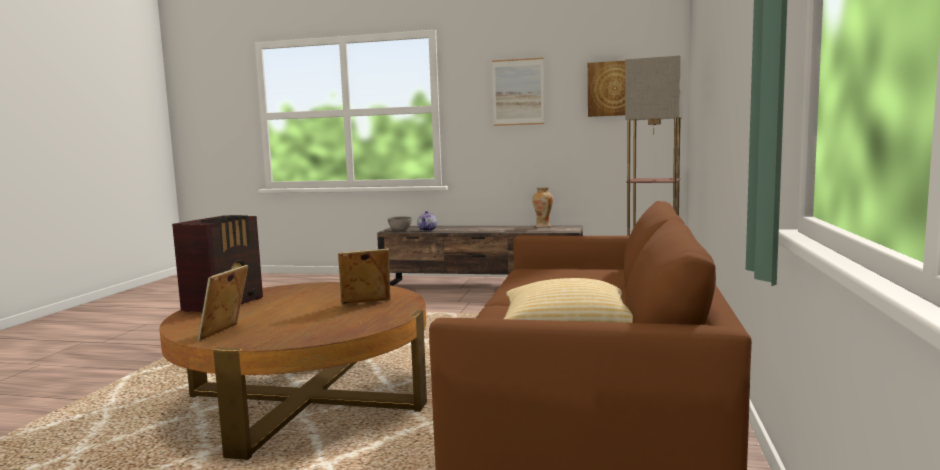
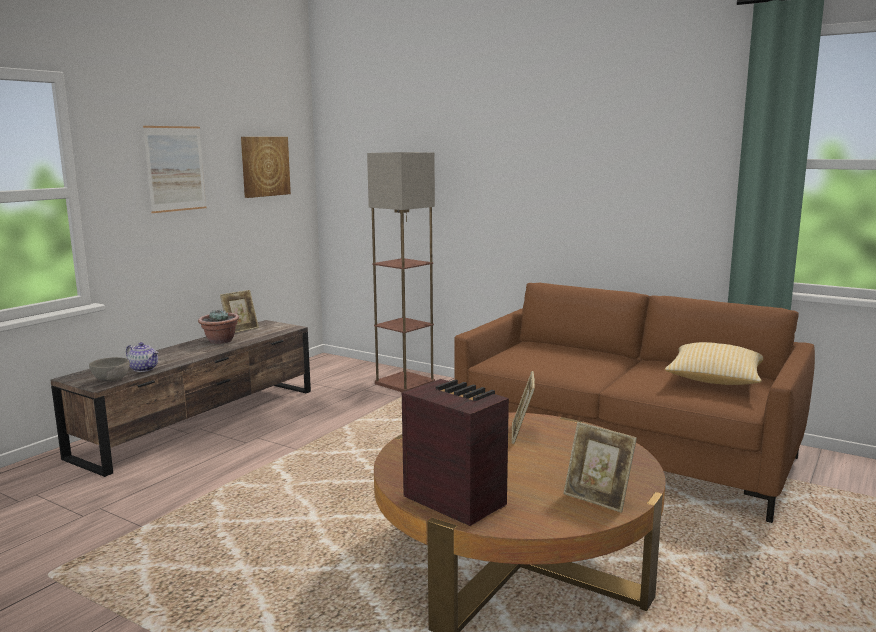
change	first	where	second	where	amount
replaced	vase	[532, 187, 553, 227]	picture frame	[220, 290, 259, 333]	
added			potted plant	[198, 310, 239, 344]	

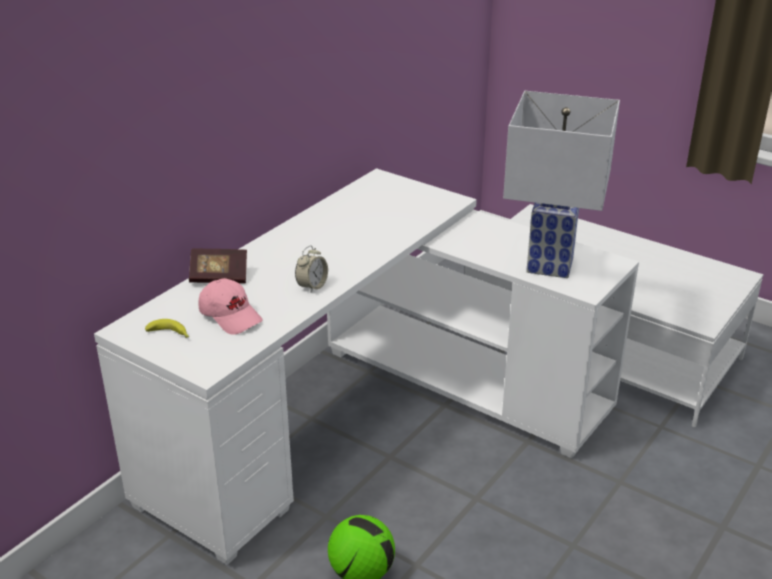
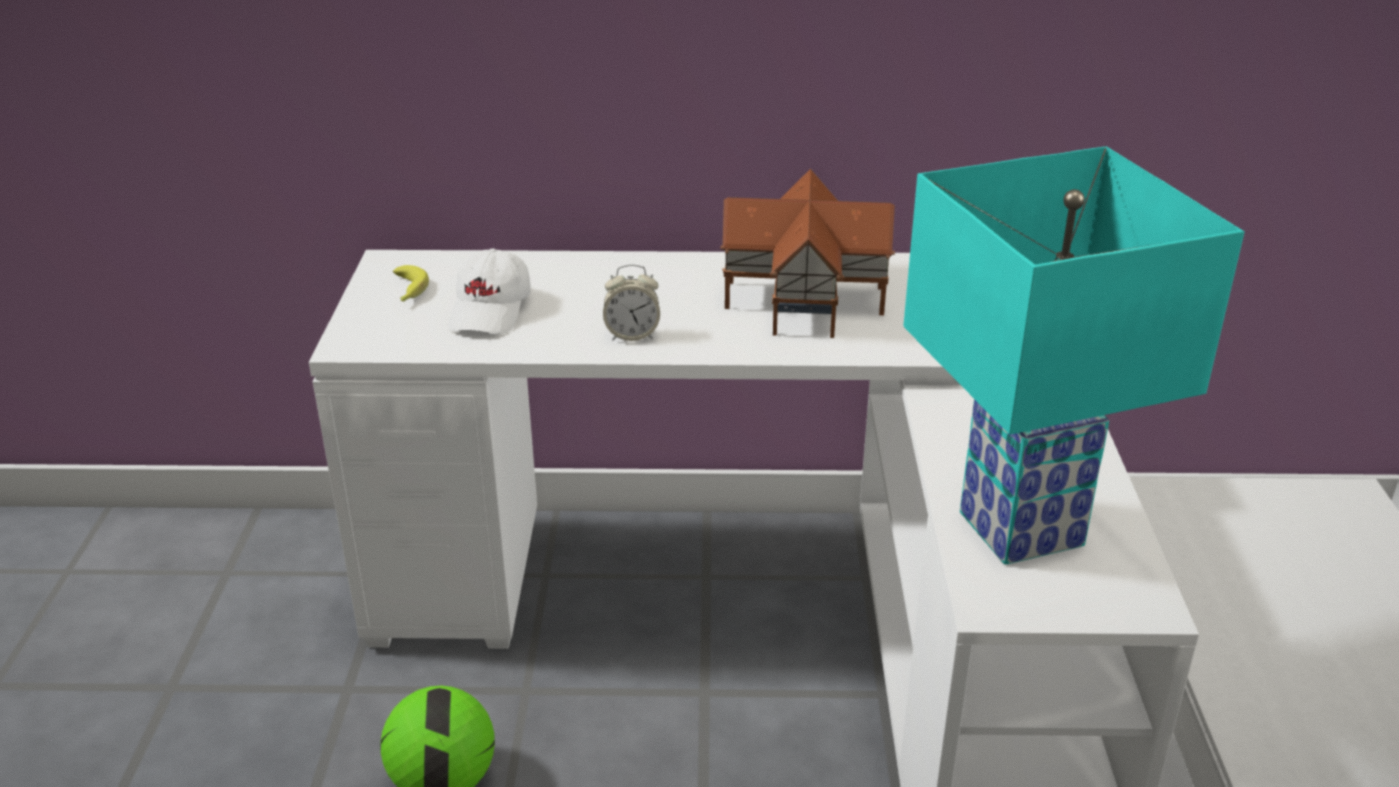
change	first	where	second	where	amount
removed	book	[189, 249, 247, 283]			
recoloured	cap (pink)	[199, 278, 263, 335]	cap (white)	[449, 248, 531, 334]	
recoloured	table lamp (white)	[503, 91, 620, 278]	table lamp (turquoise)	[903, 146, 1244, 564]	
added			toy house	[720, 169, 895, 338]	

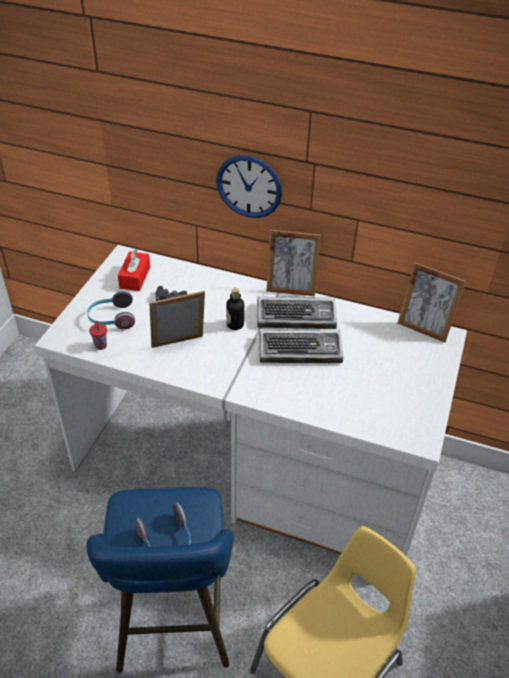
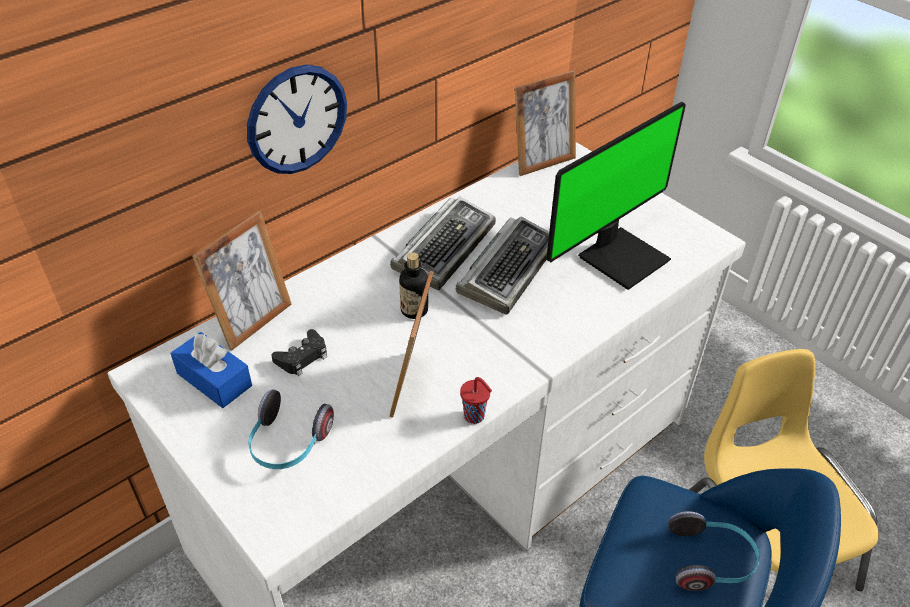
change	first	where	second	where	amount
moved	cup (red)	[89, 321, 107, 350]		[460, 377, 492, 424]	
recoloured	tissue box (red)	[118, 249, 150, 291]	tissue box (blue)	[170, 332, 252, 408]	
moved	picture frame	[266, 230, 321, 296]		[192, 211, 291, 351]	
added			monitor	[546, 102, 686, 290]	

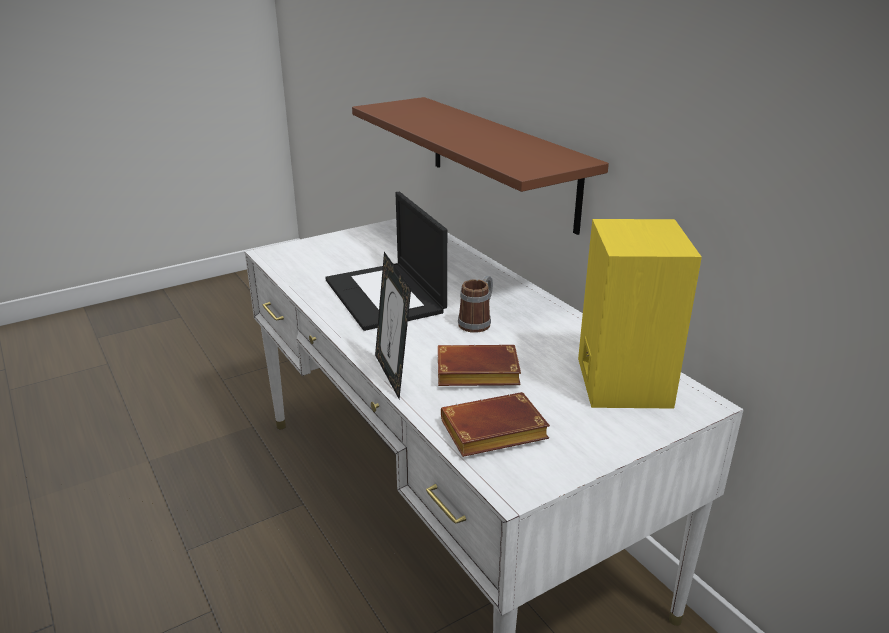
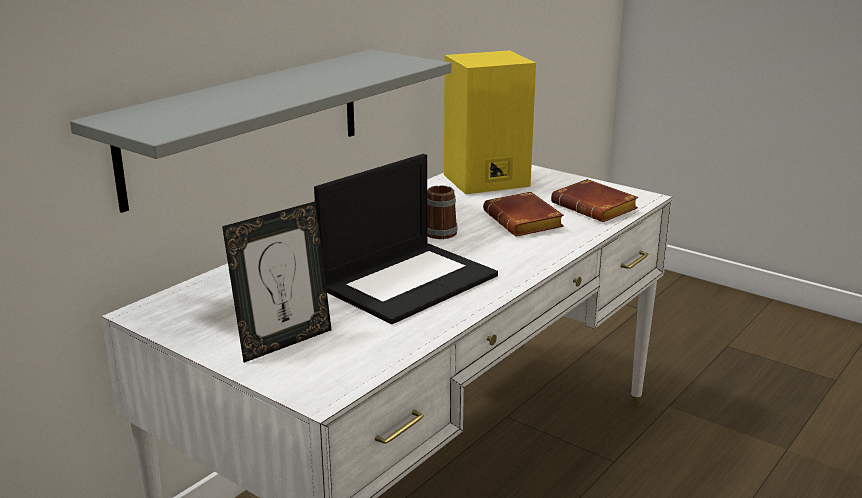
change	first	where	second	where	amount
recoloured	shelf (brown)	[352, 97, 609, 235]	shelf (grey)	[70, 49, 451, 213]	
moved	picture frame	[375, 252, 411, 399]		[222, 201, 332, 363]	

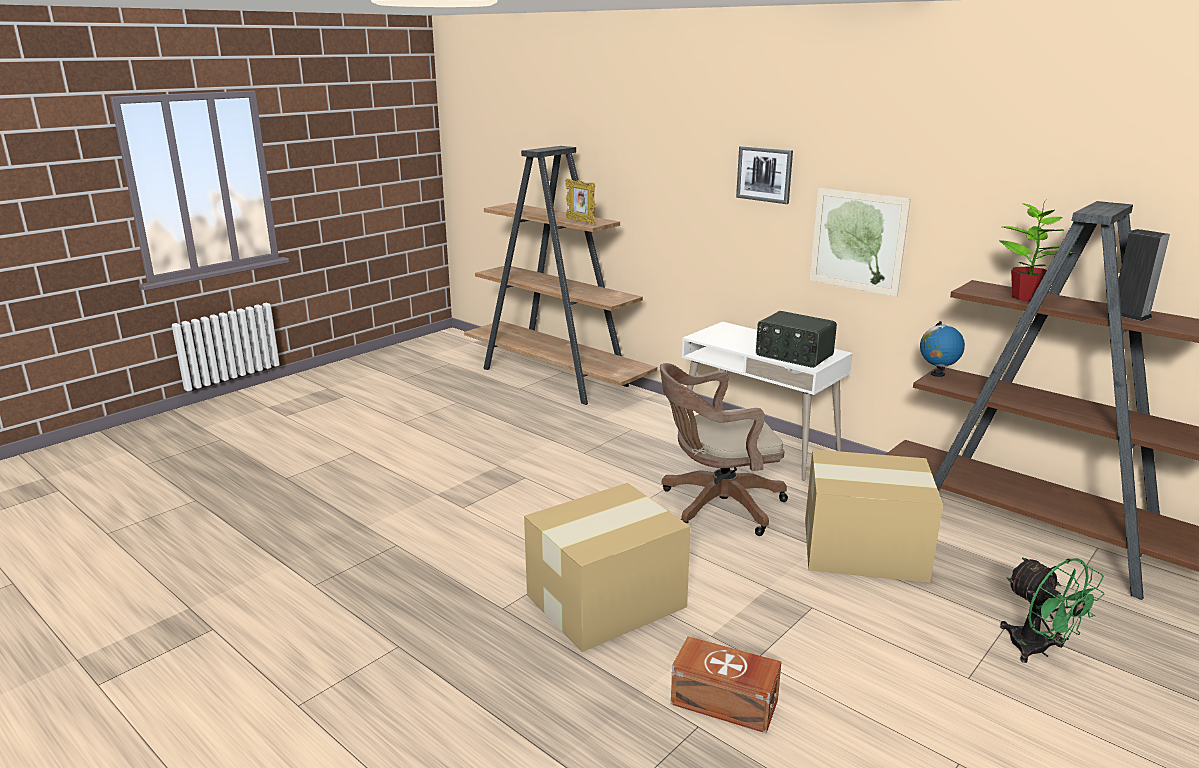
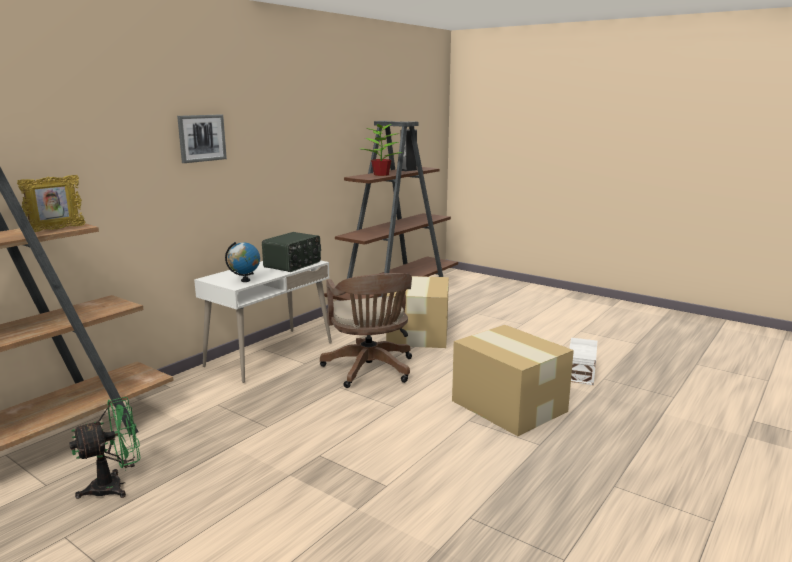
change	first	where	second	where	amount
recoloured	storage box (brown)	[671, 636, 781, 733]	storage box (white)	[569, 338, 597, 385]	
removed	picture	[810, 188, 911, 297]			
moved	globe	[920, 321, 965, 377]		[225, 242, 260, 282]	
moved	fan (green)	[1000, 558, 1104, 663]		[69, 397, 140, 499]	

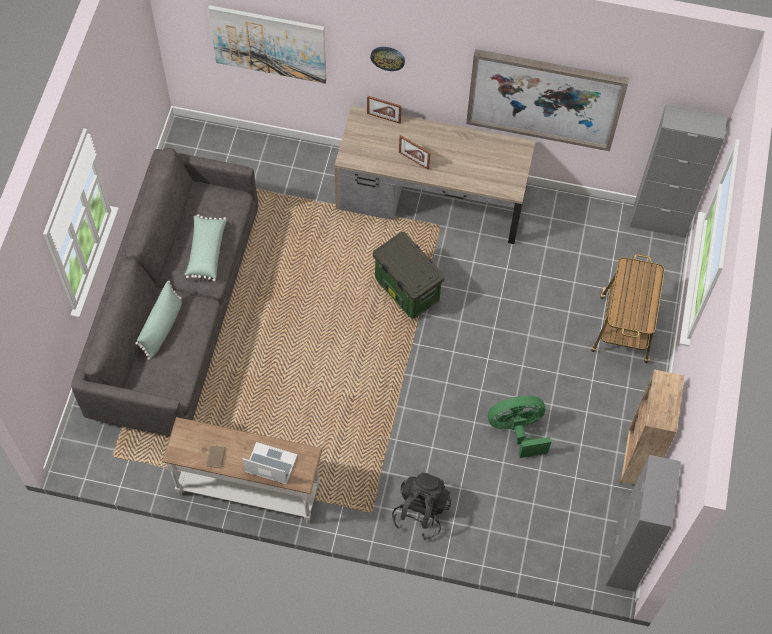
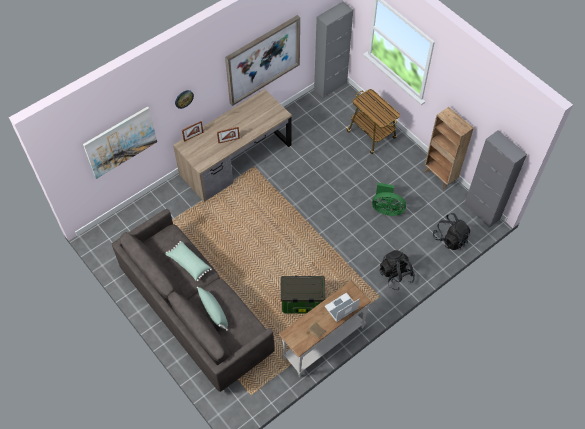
change	first	where	second	where	amount
moved	storage box	[373, 232, 445, 319]		[281, 276, 326, 313]	
turned	fan (green)	[488, 396, 551, 458]		[372, 183, 406, 216]	105 degrees counterclockwise
added			backpack (black)	[433, 213, 470, 250]	

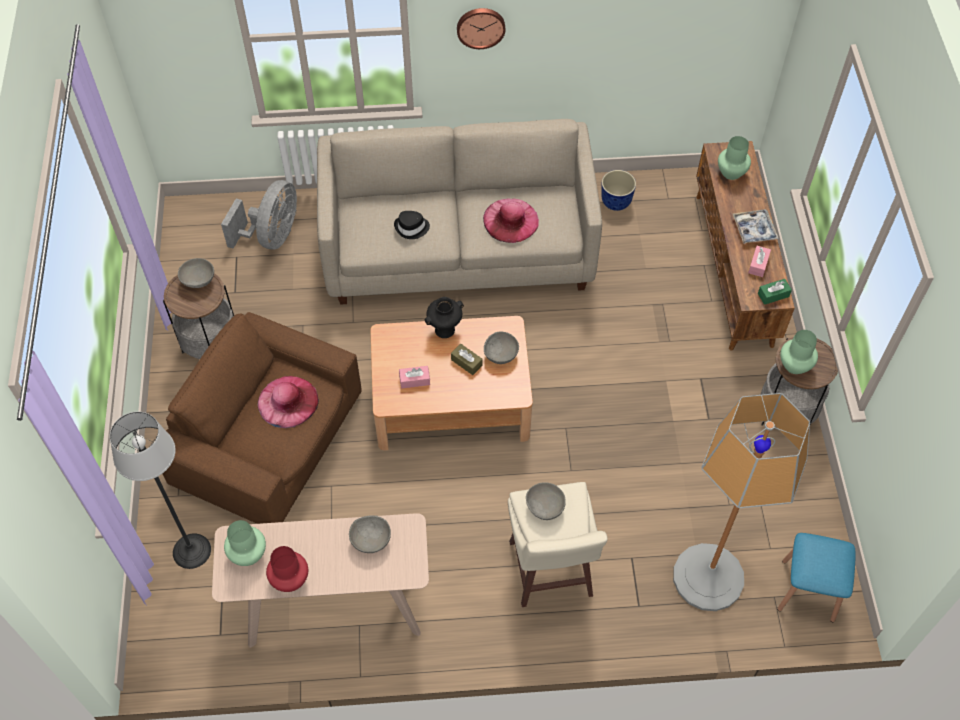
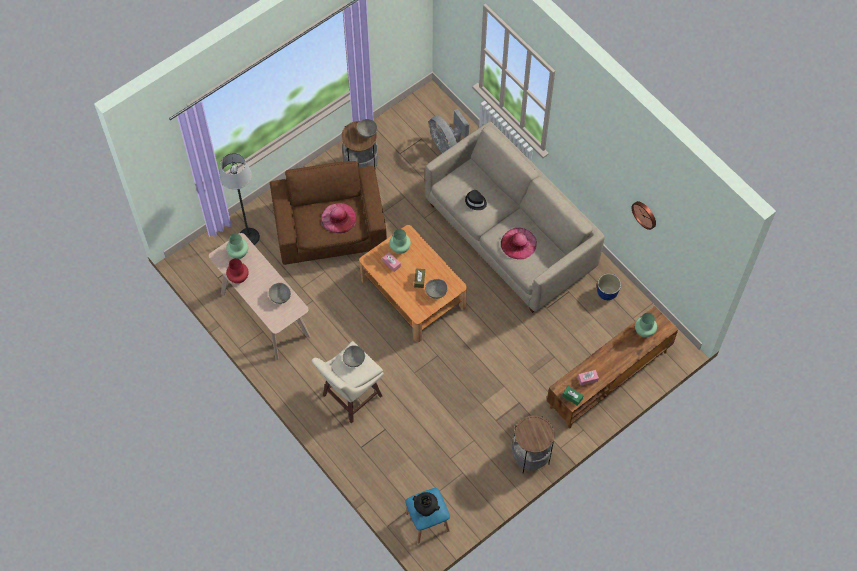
change	first	where	second	where	amount
turned	fan (grey)	[221, 180, 297, 249]		[429, 109, 469, 153]	75 degrees clockwise
moved	vase (black)	[425, 297, 464, 338]		[413, 492, 440, 516]	
moved	wall clock	[457, 8, 505, 49]		[631, 201, 656, 230]	
removed	floor lamp	[673, 393, 810, 611]			
removed	tray	[733, 209, 779, 244]			
moved	vase (green)	[780, 330, 818, 374]		[389, 229, 411, 254]	

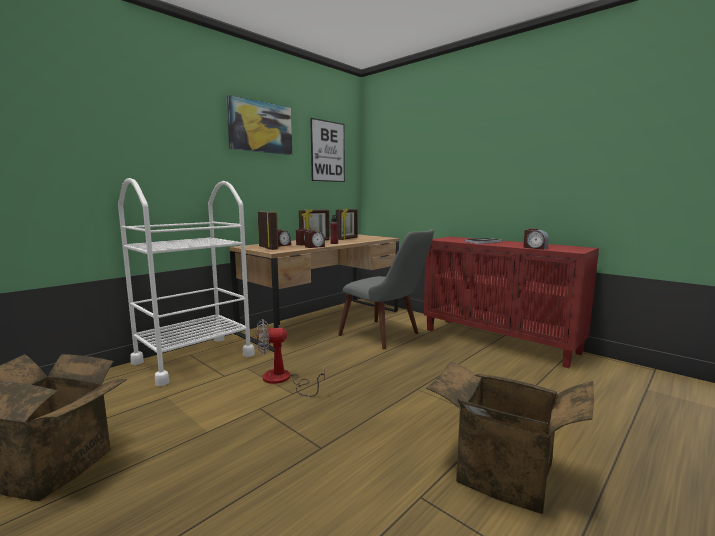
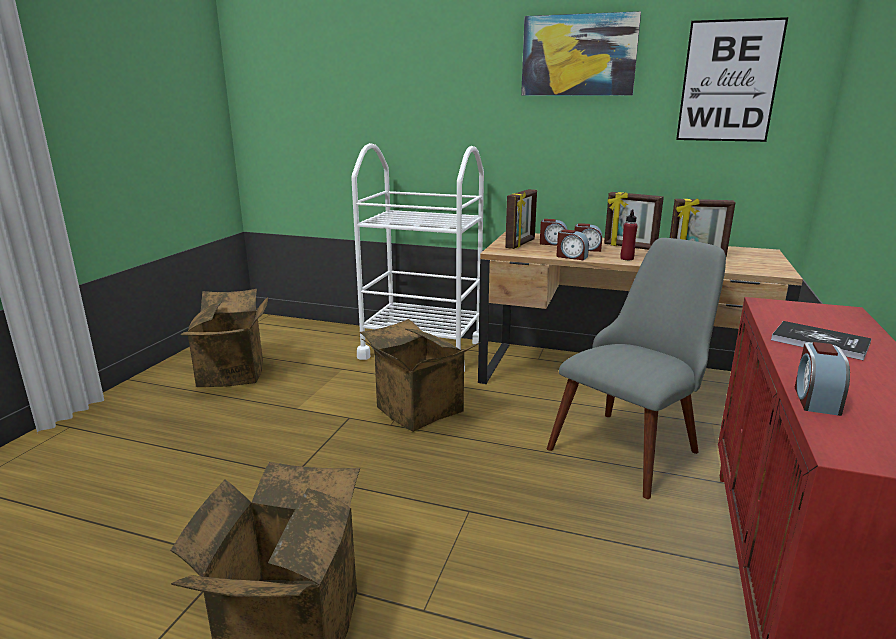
change	first	where	second	where	amount
replaced	fan	[257, 319, 325, 397]	cardboard box	[360, 319, 481, 432]	
turned	chair (grey)	[338, 229, 434, 349]		[547, 238, 726, 499]	150 degrees counterclockwise

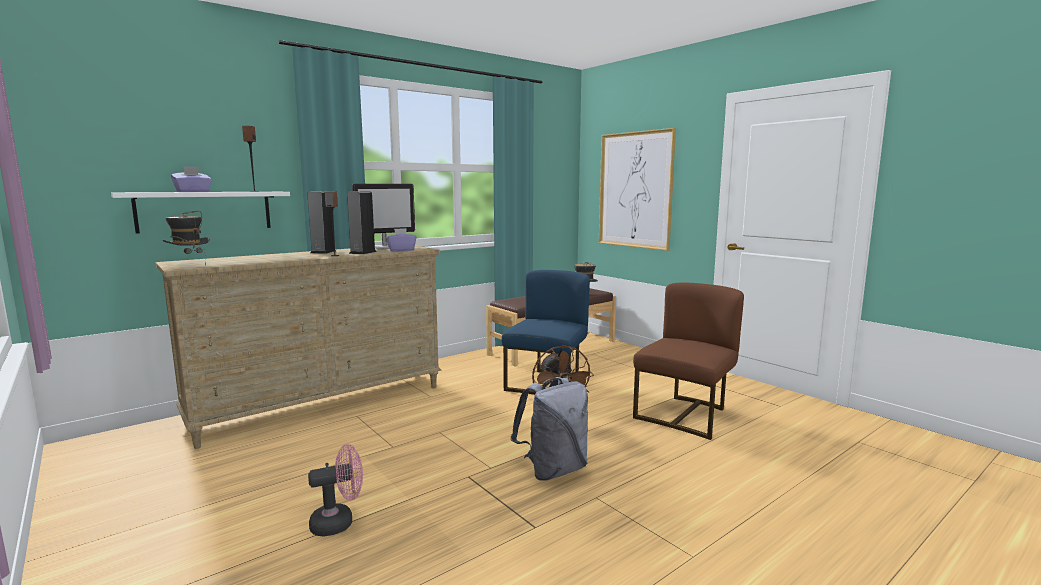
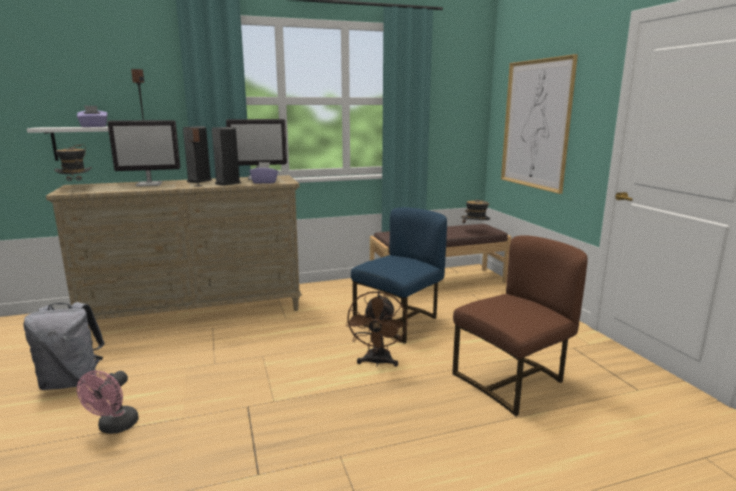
change	first	where	second	where	amount
turned	fan (pink)	[308, 444, 363, 537]		[77, 371, 139, 434]	105 degrees clockwise
moved	backpack (grey)	[511, 377, 588, 481]		[23, 302, 105, 390]	
added			monitor	[107, 120, 180, 187]	

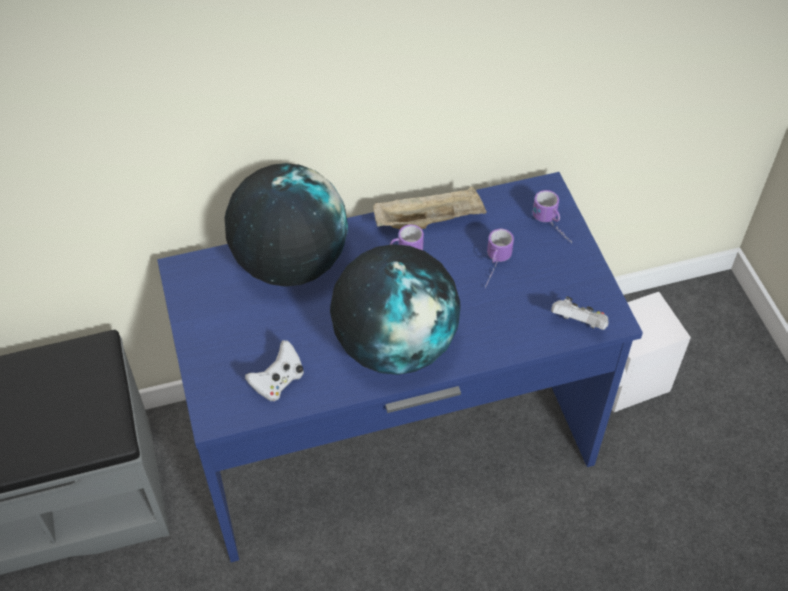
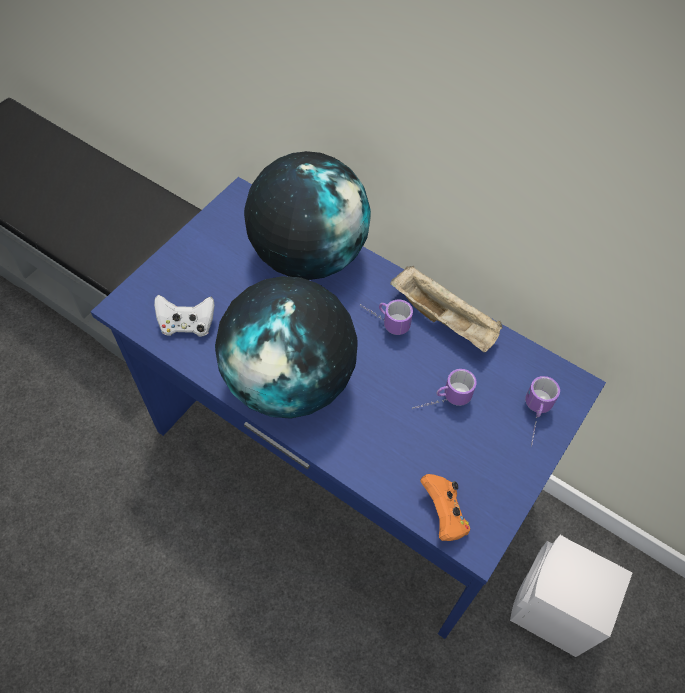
change	first	where	second	where	amount
recoloured	game controller (white)	[551, 296, 609, 330]	game controller (orange)	[420, 474, 470, 541]	

